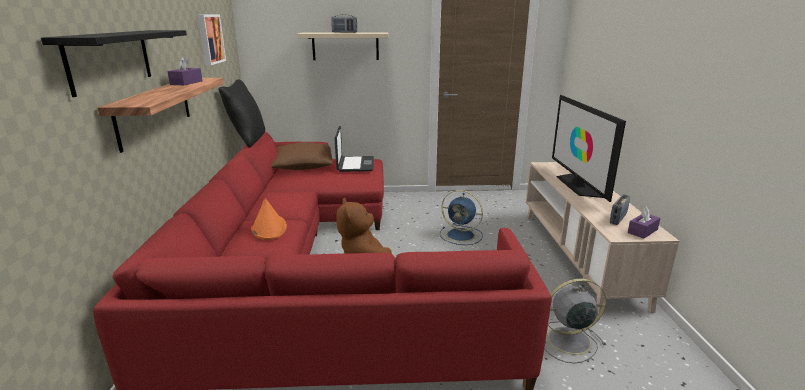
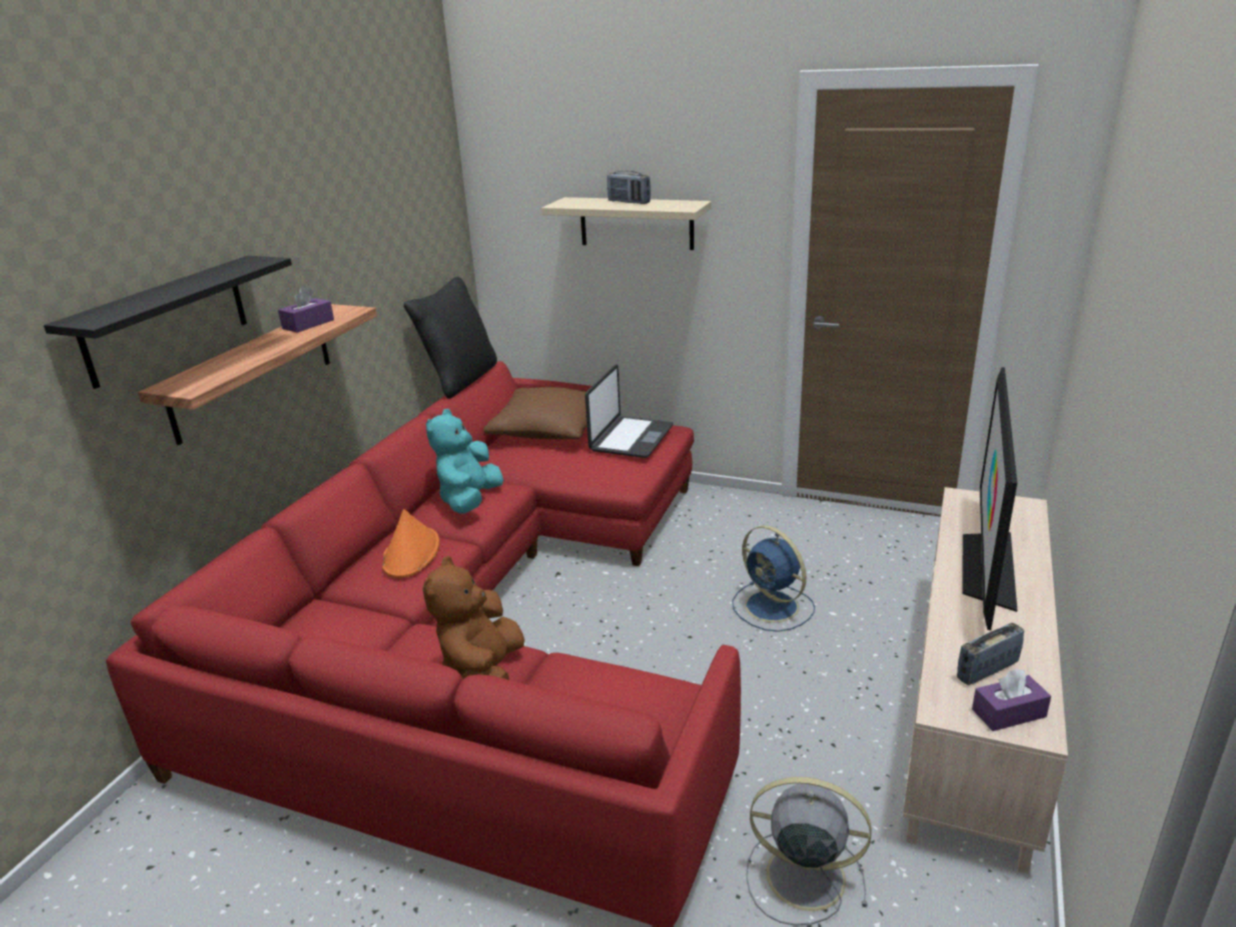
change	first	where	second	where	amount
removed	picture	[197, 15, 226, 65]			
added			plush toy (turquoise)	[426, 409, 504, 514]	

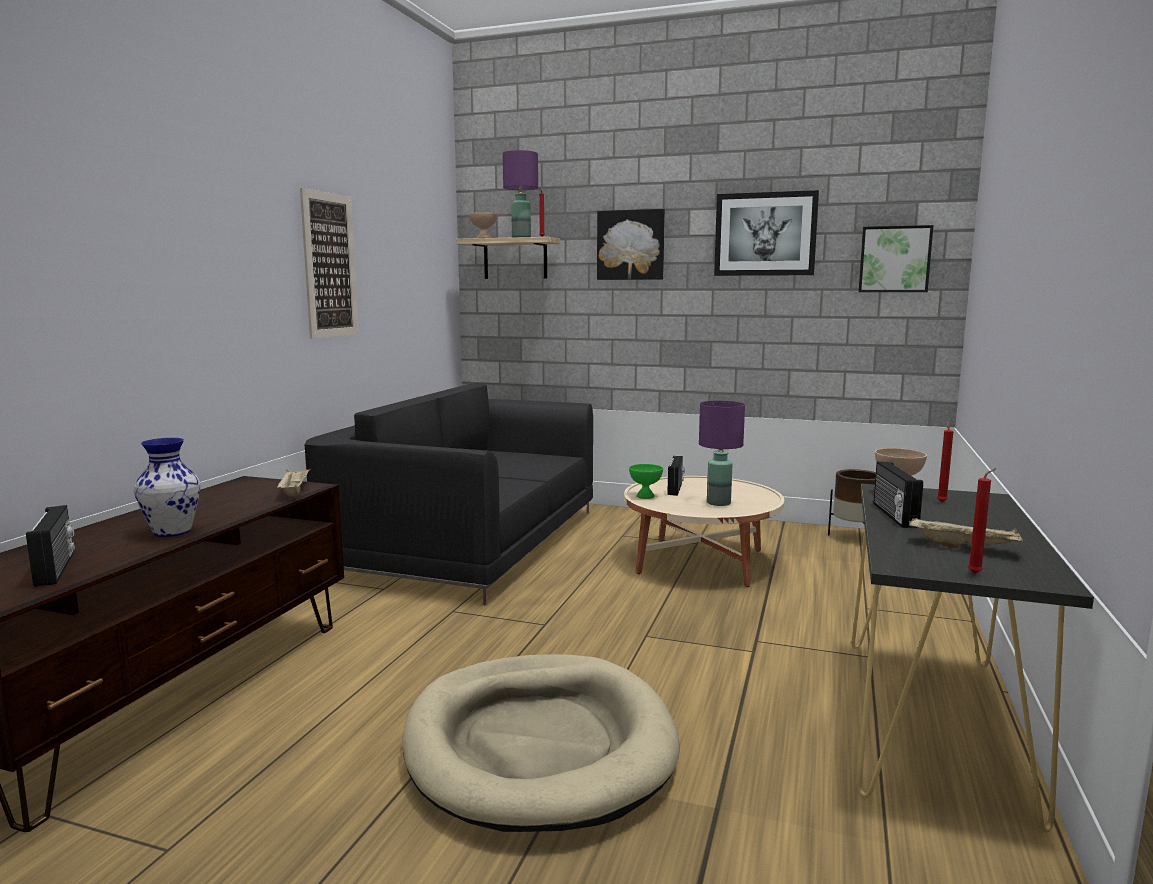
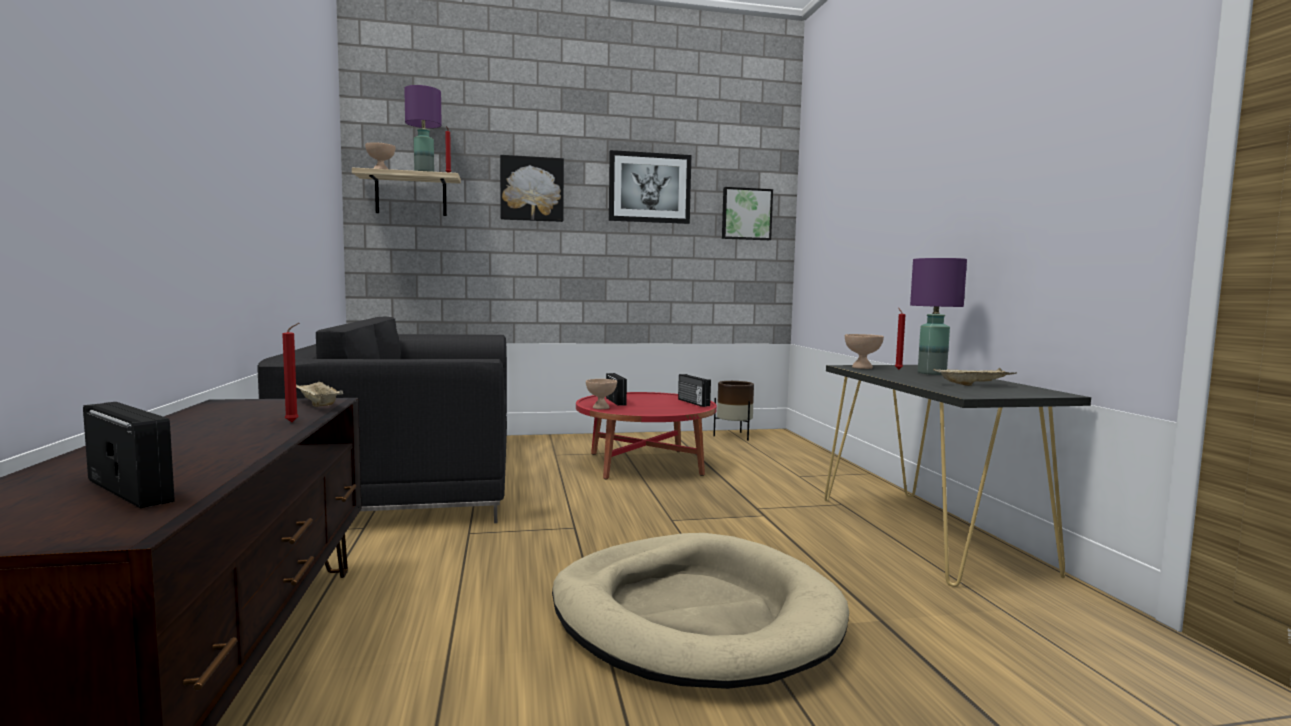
change	first	where	second	where	amount
removed	vase	[134, 438, 200, 537]			
removed	picture	[300, 188, 359, 339]			
recoloured	coffee table (beige)	[624, 476, 784, 587]	coffee table (red)	[576, 392, 717, 479]	
recoloured	bowl (green)	[629, 464, 663, 499]	bowl (beige)	[586, 379, 617, 409]	
moved	table lamp (purple)	[699, 401, 745, 506]		[910, 258, 967, 375]	
moved	radio	[873, 461, 923, 528]		[678, 374, 711, 407]	
moved	candle (red)	[968, 468, 997, 574]		[282, 323, 299, 422]	

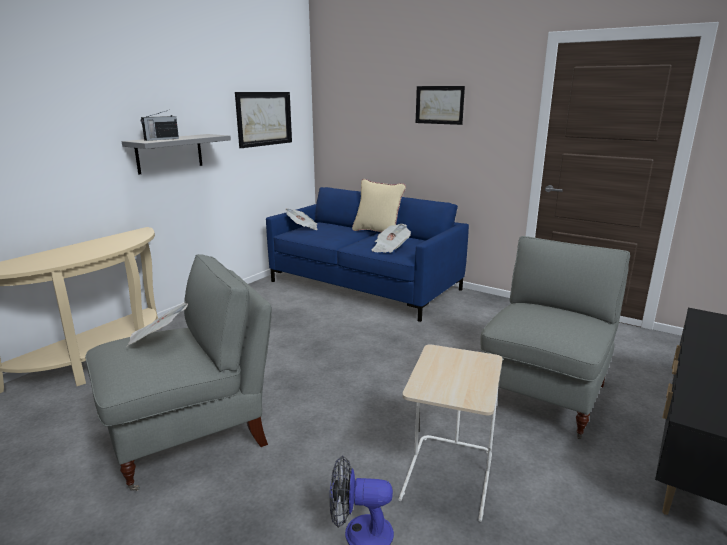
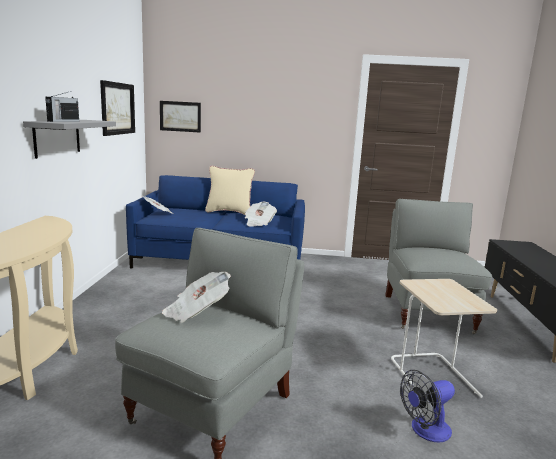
change	first	where	second	where	amount
moved	picture	[416, 86, 465, 125]		[160, 101, 201, 132]	

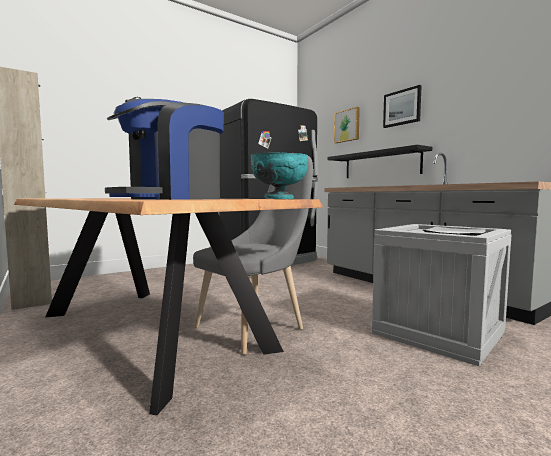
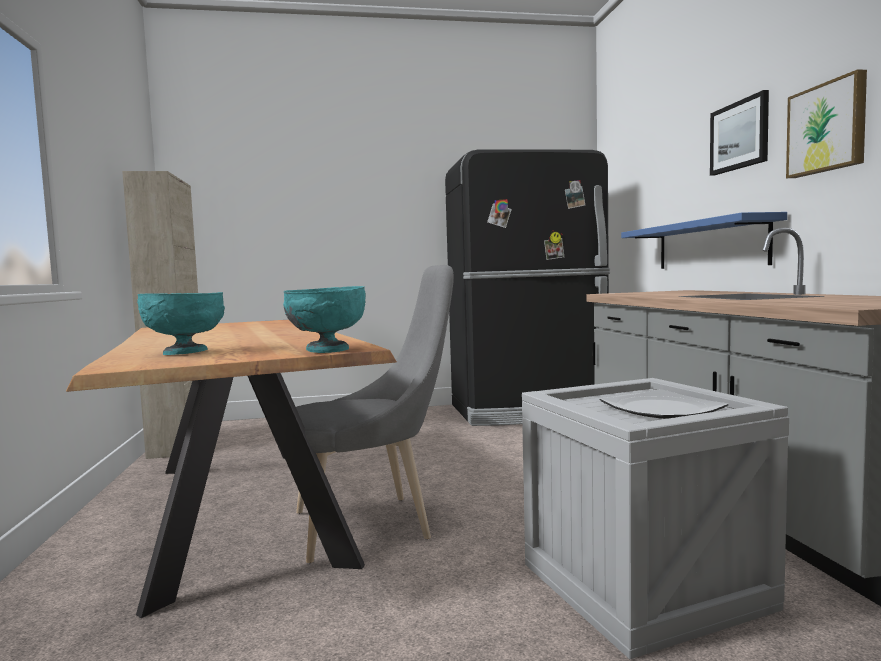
change	first	where	second	where	amount
replaced	coffee machine	[105, 97, 224, 200]	bowl (turquoise)	[137, 292, 225, 355]	
recoloured	shelf (black)	[327, 145, 432, 178]	shelf (blue)	[621, 212, 787, 269]	
moved	picture	[334, 107, 360, 143]		[786, 69, 867, 178]	

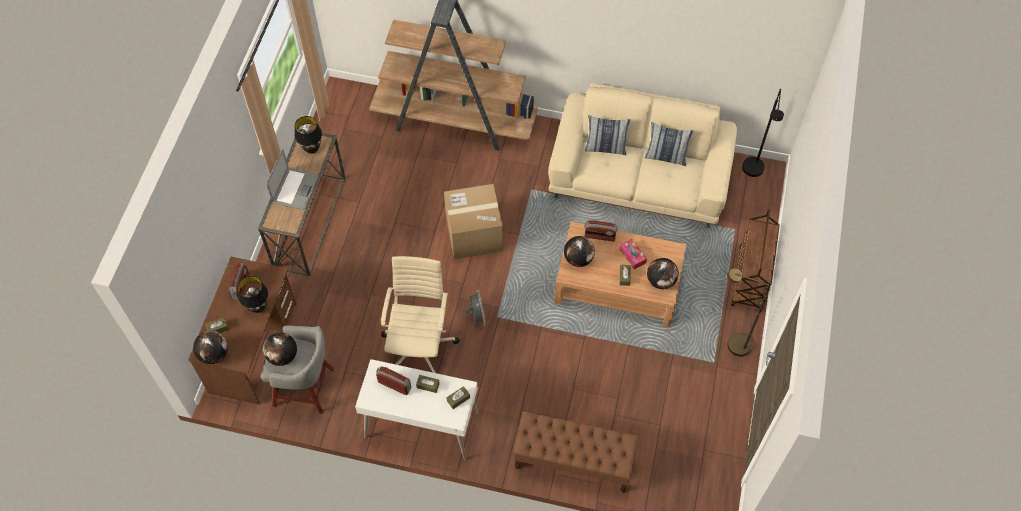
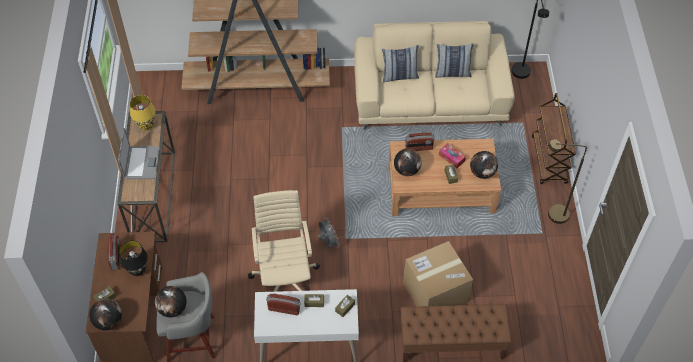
change	first	where	second	where	amount
recoloured	table lamp (black)	[295, 116, 322, 154]	table lamp (yellow)	[130, 95, 155, 131]	
moved	cardboard box	[444, 184, 503, 260]		[403, 241, 473, 307]	

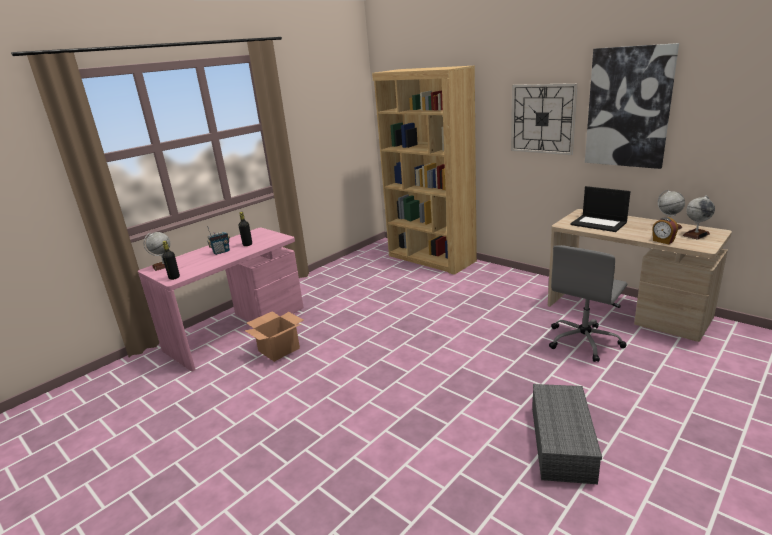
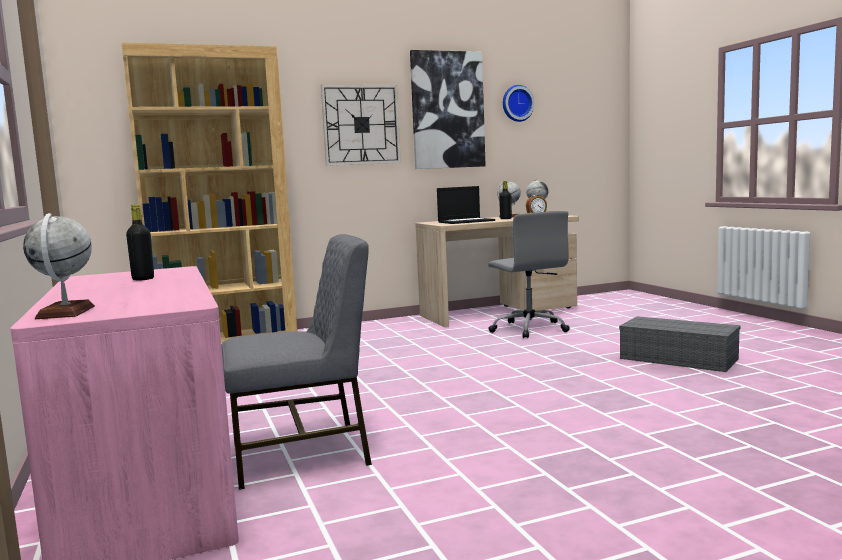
change	first	where	second	where	amount
moved	bottle (black)	[162, 241, 180, 280]		[499, 181, 512, 219]	
removed	radio	[207, 226, 230, 255]			
replaced	cardboard box	[244, 311, 303, 362]	chair (grey)	[221, 234, 372, 490]	
added			wall clock	[503, 85, 535, 122]	

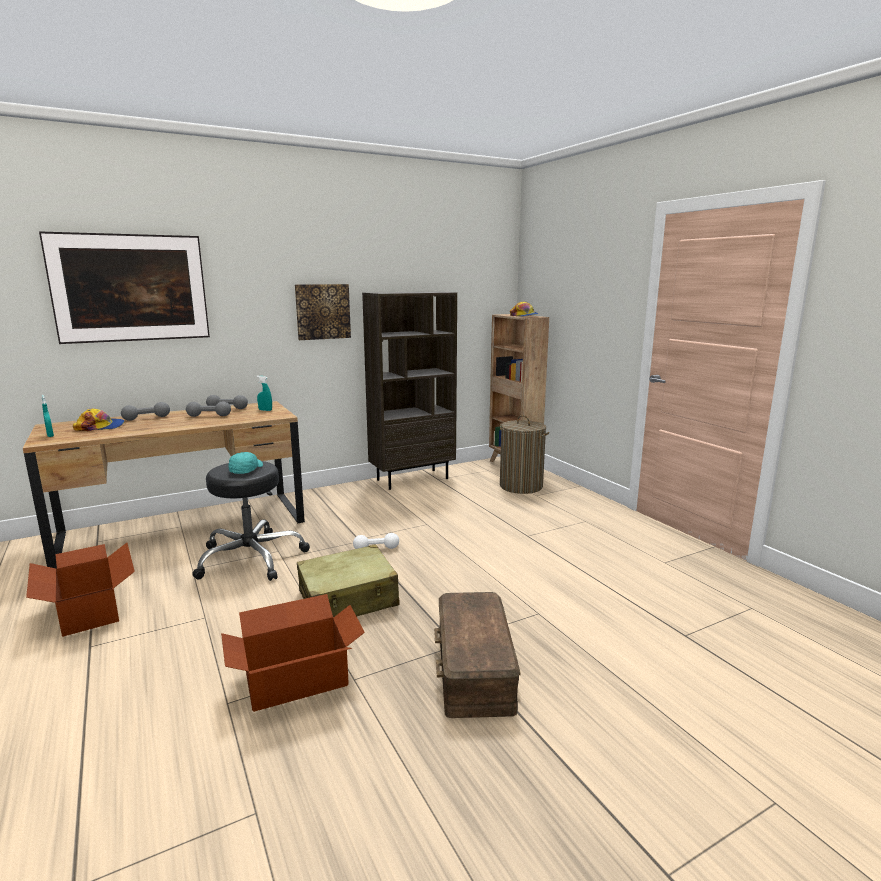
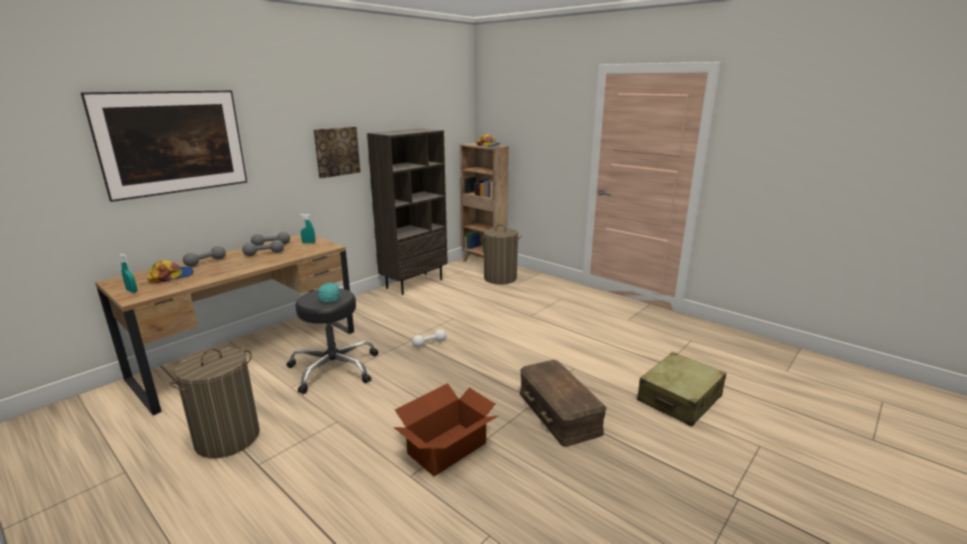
change	first	where	second	where	amount
replaced	cardboard box	[26, 543, 135, 637]	laundry basket	[169, 347, 260, 458]	
moved	suitcase (beige)	[297, 544, 400, 617]		[637, 352, 726, 427]	

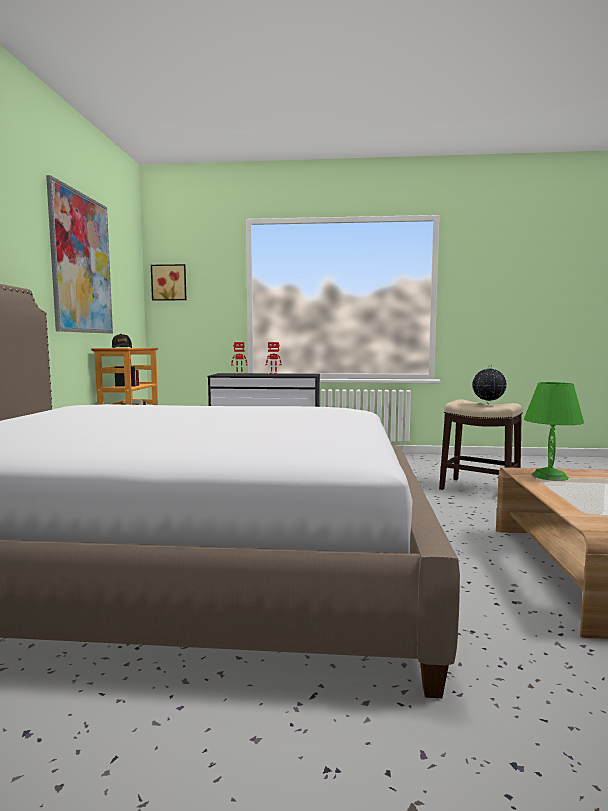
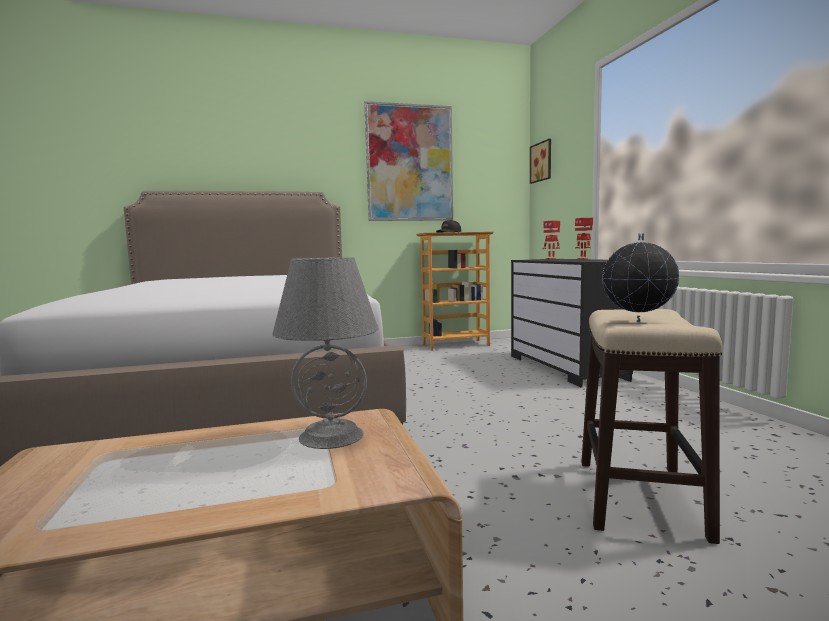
change	first	where	second	where	amount
recoloured	table lamp (green)	[524, 382, 584, 481]	table lamp (grey)	[272, 257, 379, 449]	

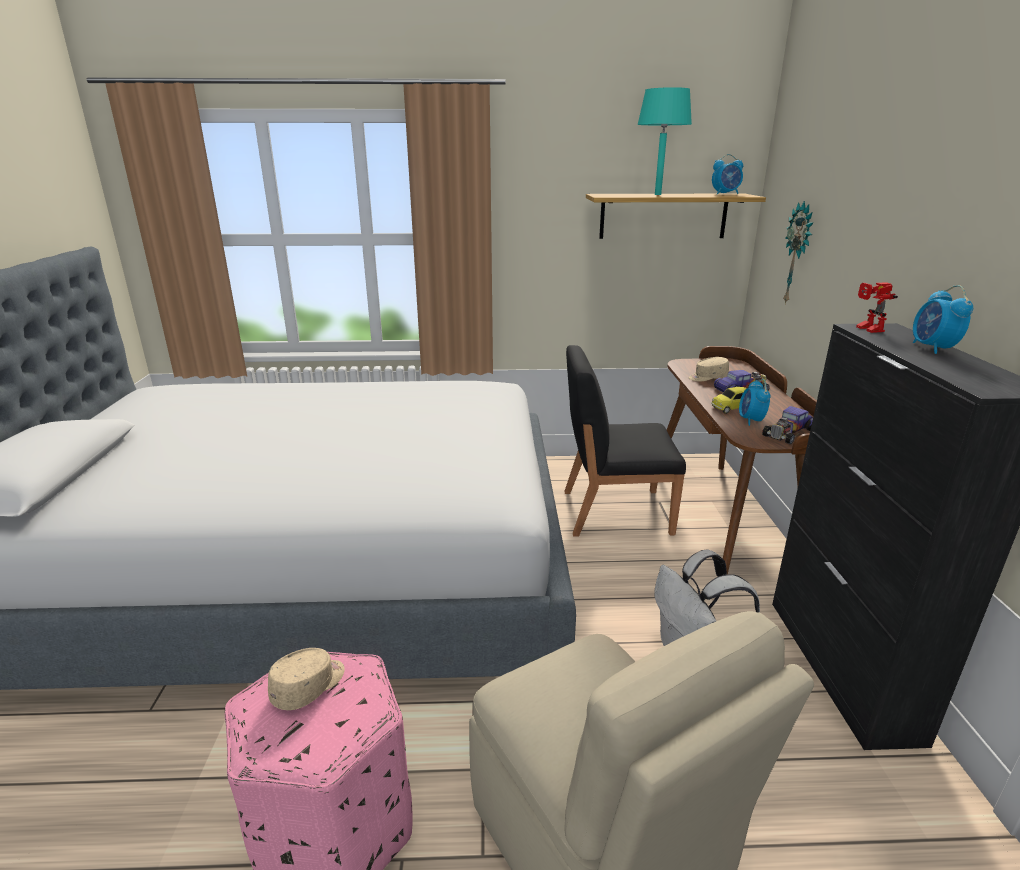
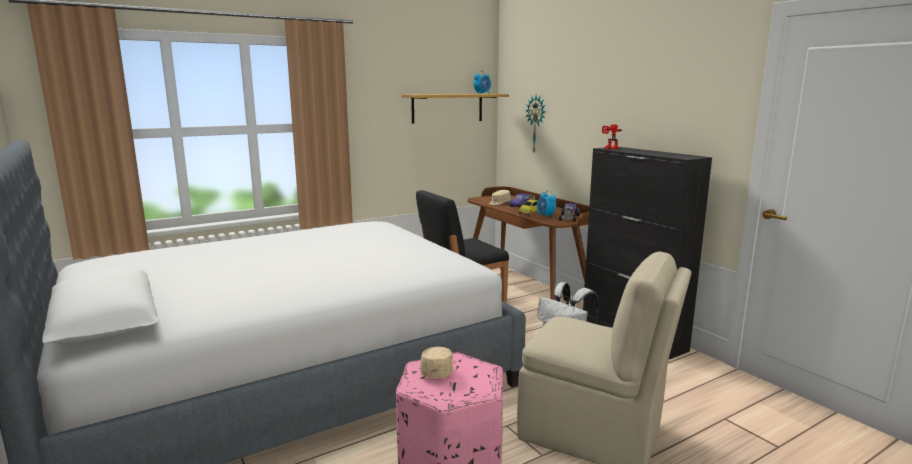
change	first	where	second	where	amount
removed	table lamp (turquoise)	[637, 87, 692, 195]			
removed	alarm clock	[913, 285, 973, 354]			

